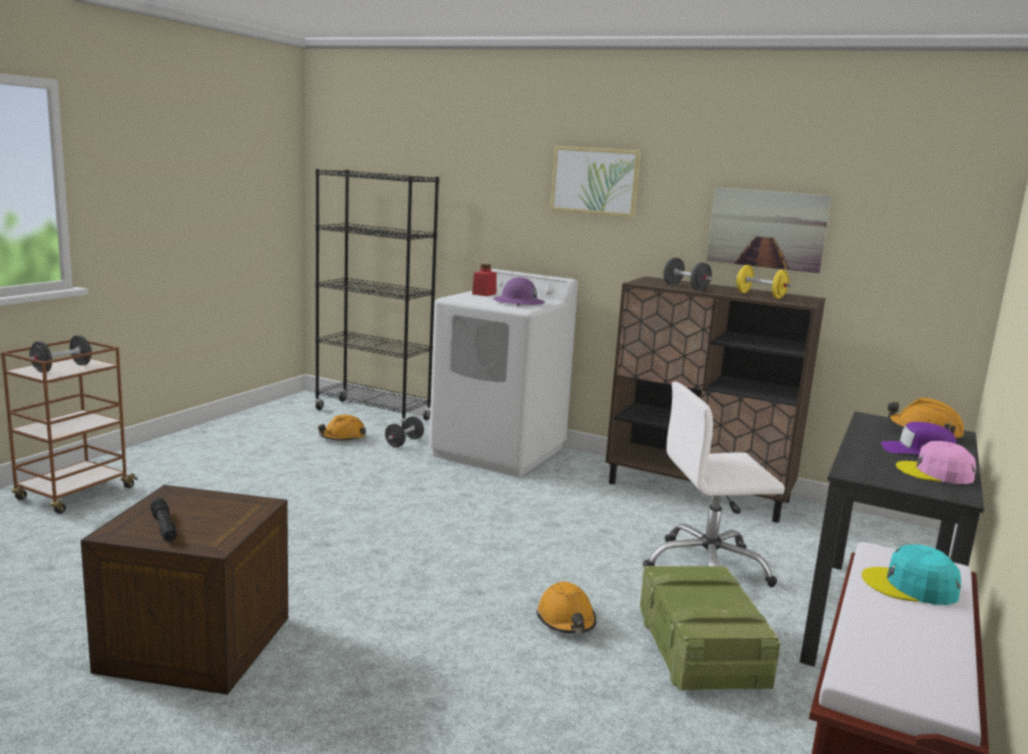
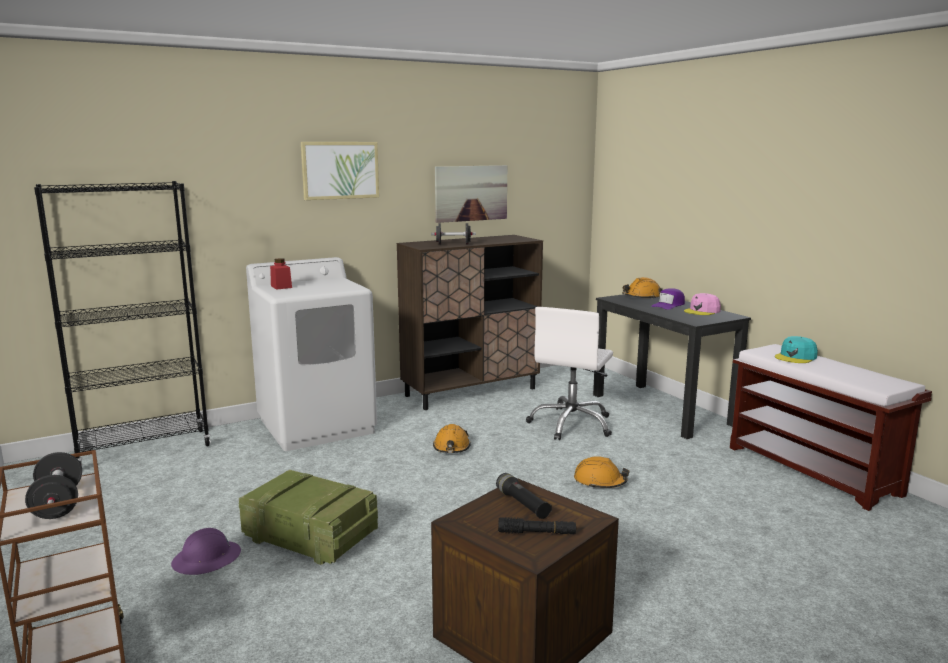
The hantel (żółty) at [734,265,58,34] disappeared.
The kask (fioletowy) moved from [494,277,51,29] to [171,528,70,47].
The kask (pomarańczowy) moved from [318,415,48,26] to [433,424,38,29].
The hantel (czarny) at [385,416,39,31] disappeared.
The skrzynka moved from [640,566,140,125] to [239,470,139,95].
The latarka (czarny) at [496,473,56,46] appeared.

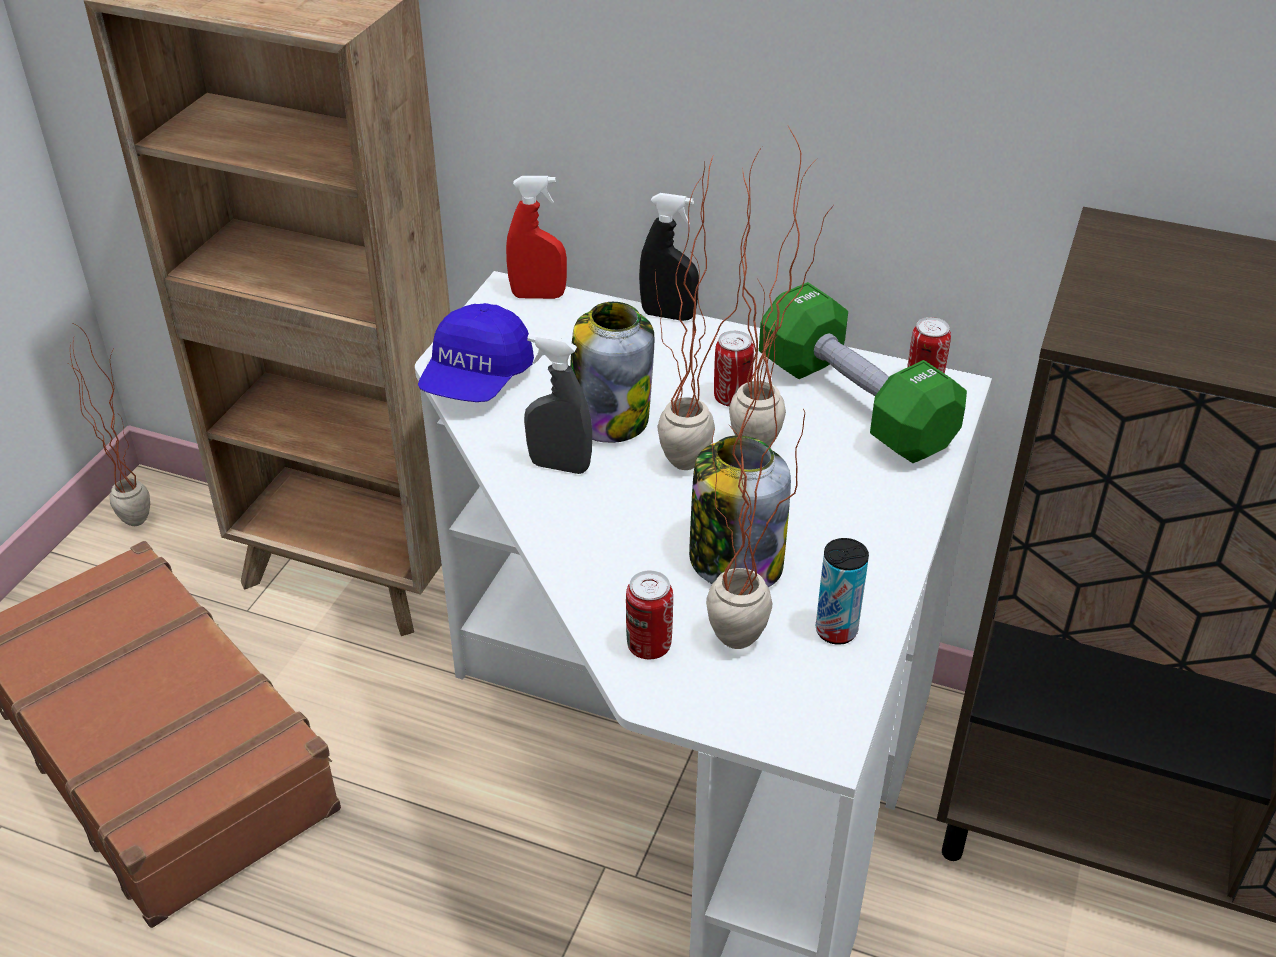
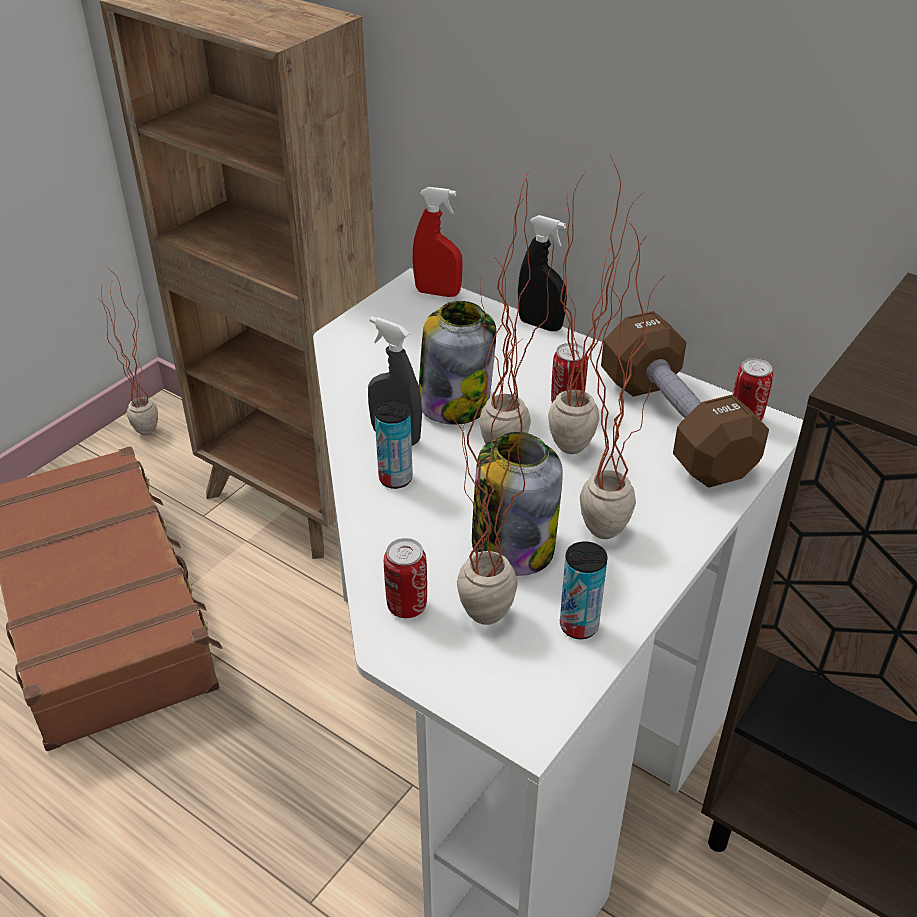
The hantel (zielony) at [759,282,208,181] became the hantel (brązowy) at [601,311,168,177].
The czapka z daszkiem (niebieski) at [418,303,116,99] disappeared.
The roślina doniczkowa at [580,225,79,314] appeared.
The puszka at [374,400,39,89] appeared.

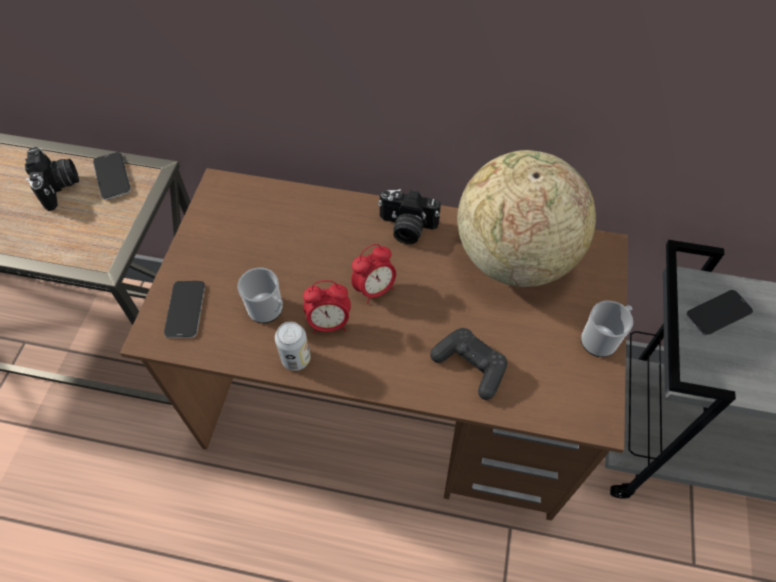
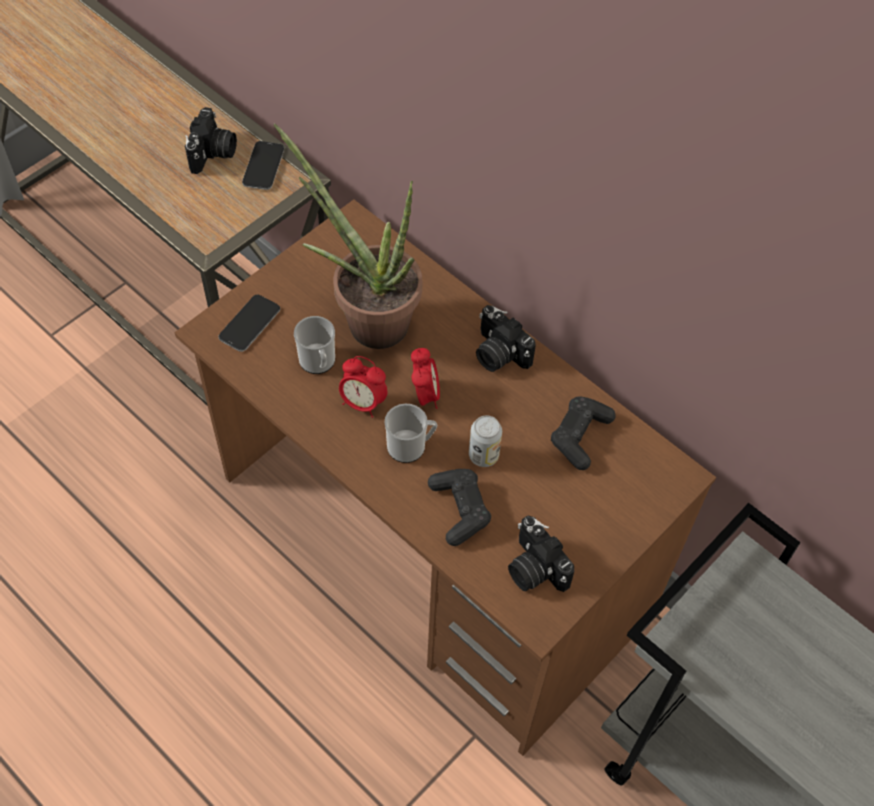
The globus at [457,150,139,137] was replaced by the pad do gier (czarny) at [551,396,65,74].
The budzik at [351,244,45,60] turned 90 degrees counterclockwise.
The telefon at [686,290,67,46] disappeared.
The kubek moved from [581,301,52,56] to [385,404,52,59].
The puszka moved from [275,322,36,49] to [469,415,33,52].
The roślina doniczkowa at [274,124,148,225] appeared.
The aparat fotograficzny at [508,515,66,77] appeared.

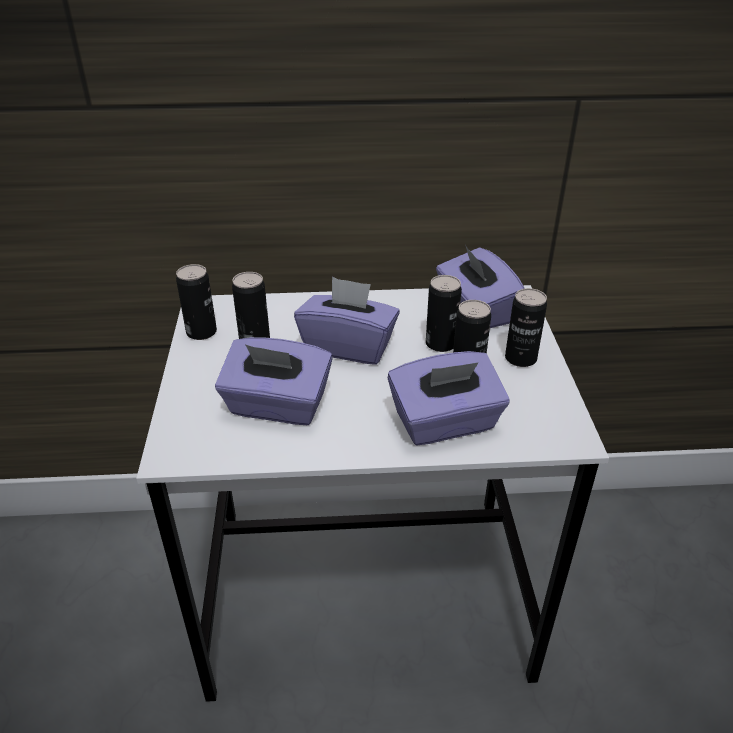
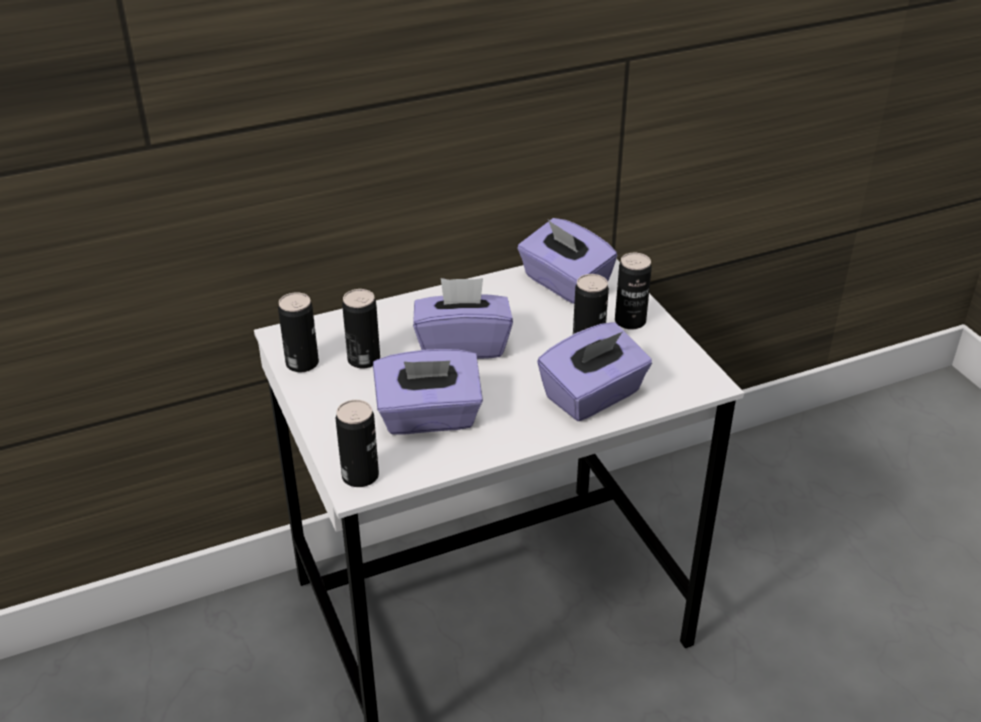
The puszka moved from [426,275,36,77] to [336,400,43,87].

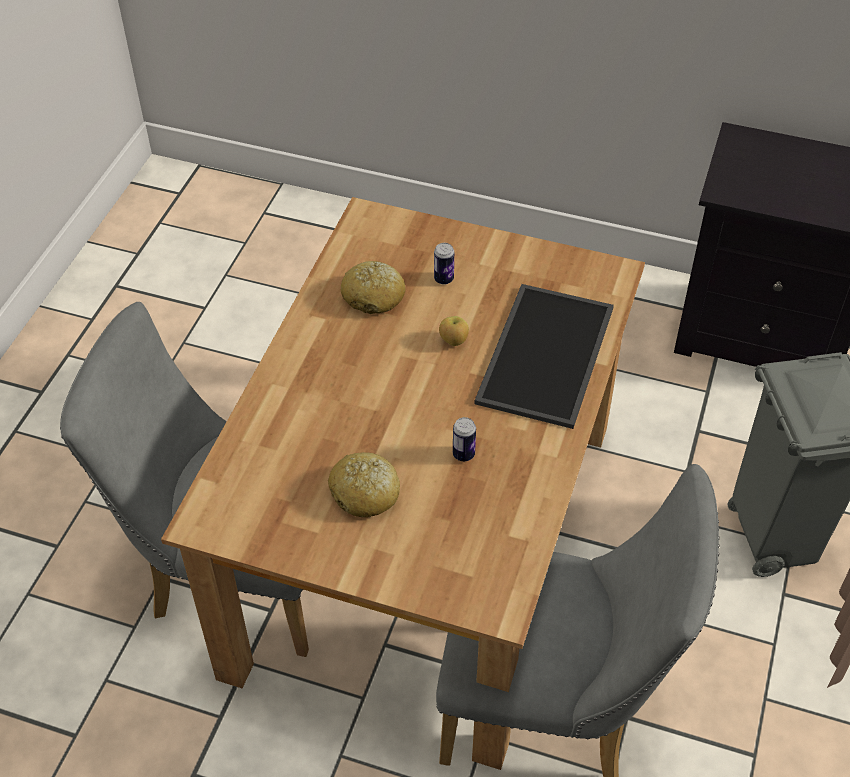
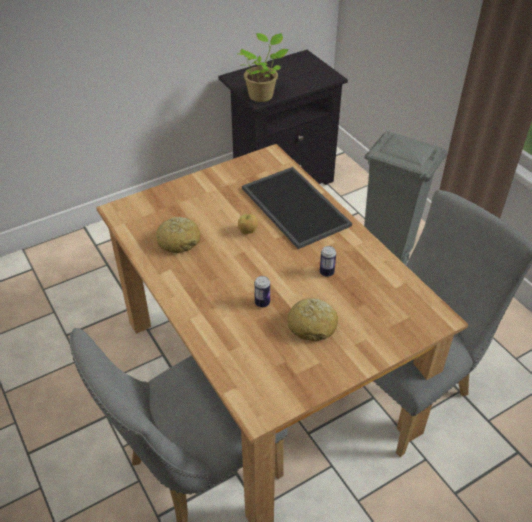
The puszka moved from [434,243,20,42] to [254,276,16,32].
The roślina doniczkowa at [237,33,52,69] appeared.

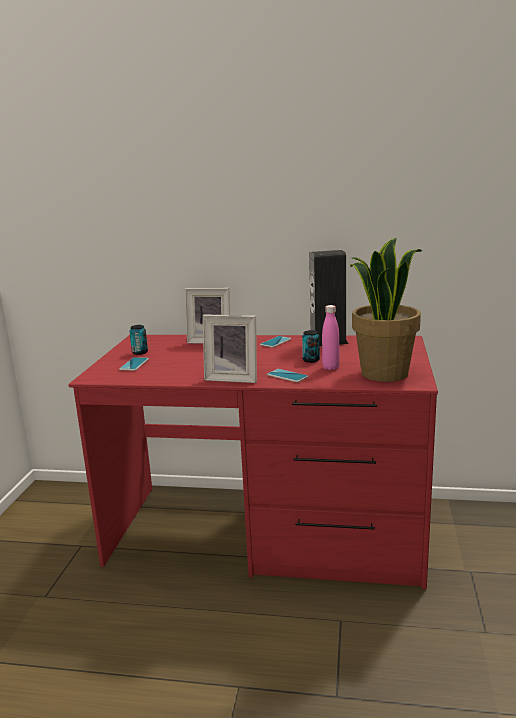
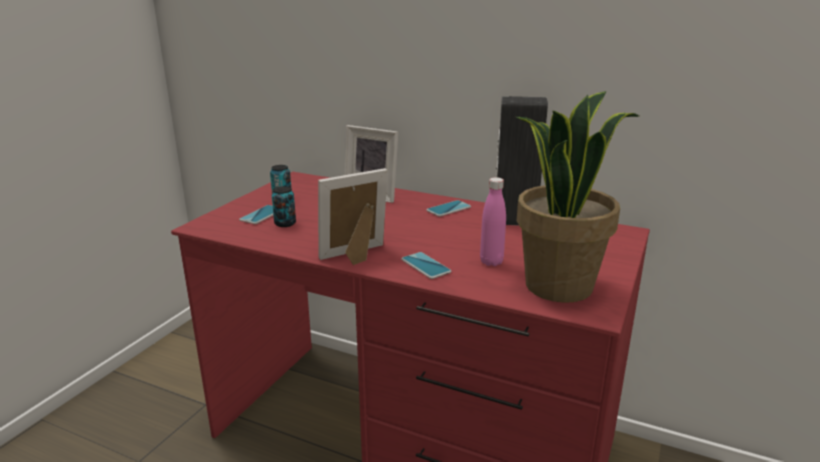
The ramka na zdjęcie at [203,314,54,69] turned 120 degrees clockwise.
The puszka moved from [302,330,18,33] to [272,186,24,41].

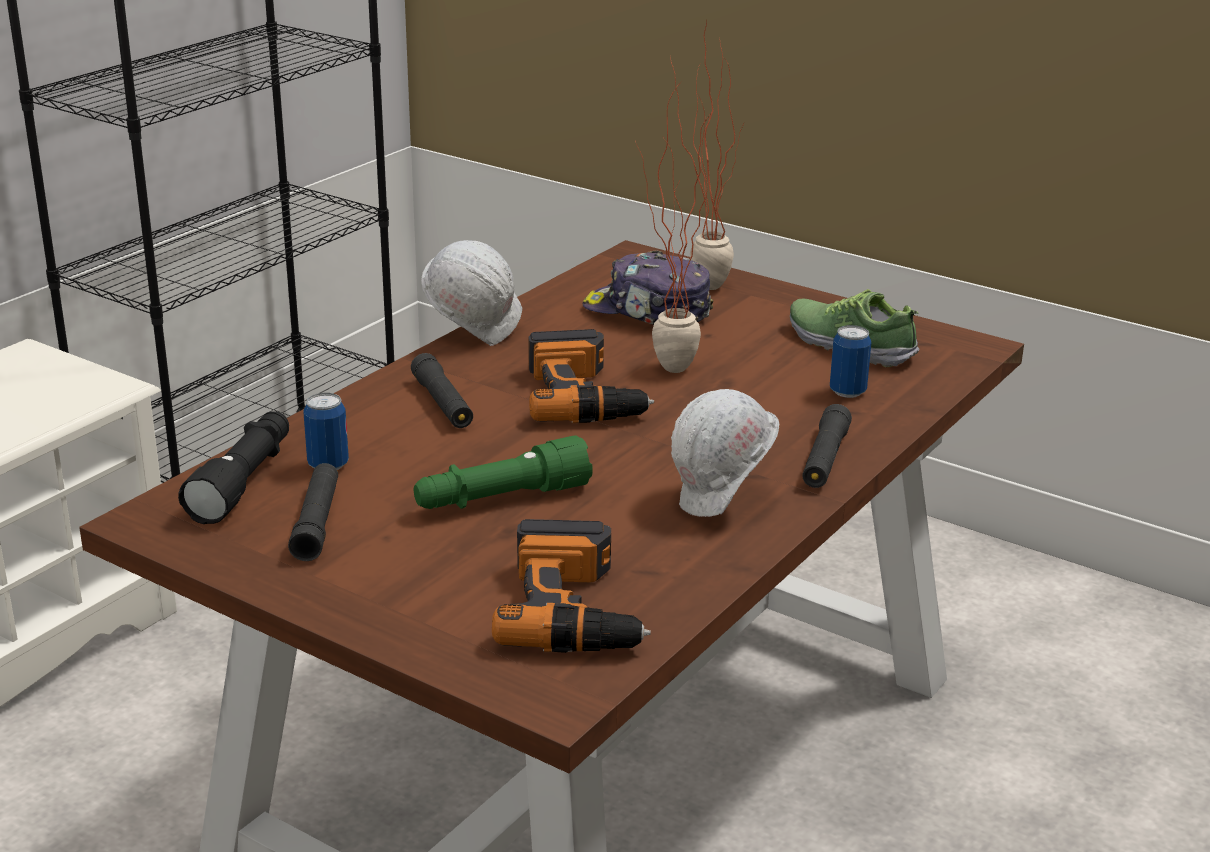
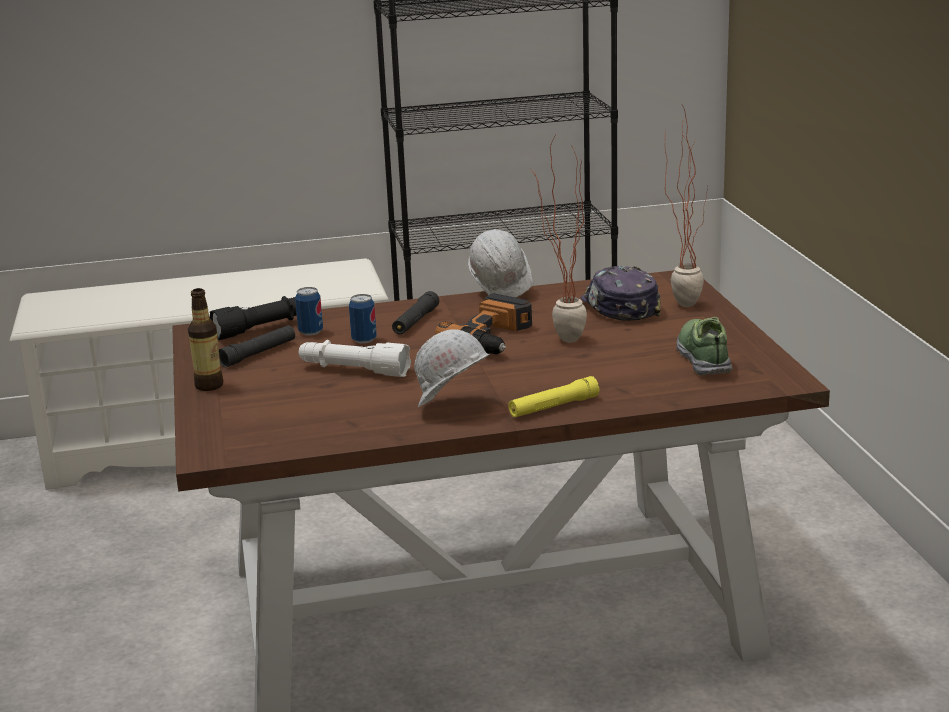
The puszka moved from [830,325,41,73] to [349,294,28,50].
The latarka (czarny) at [802,404,50,84] became the latarka (żółty) at [508,376,91,41].
The latarka (zielony) at [414,435,179,74] became the latarka (biały) at [299,340,112,37].
The wiertarka at [492,519,159,134] disappeared.
The butelka at [188,288,35,103] appeared.

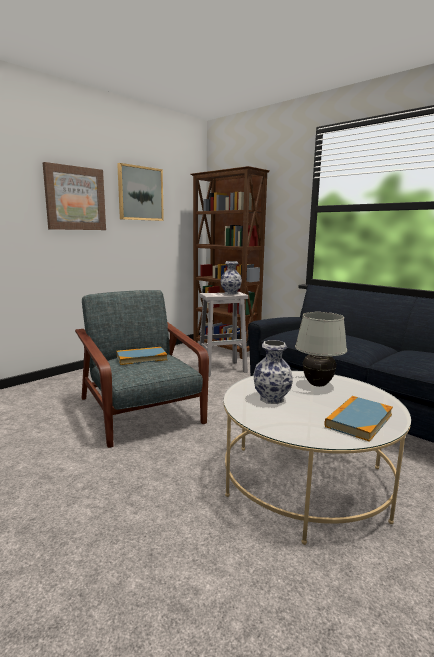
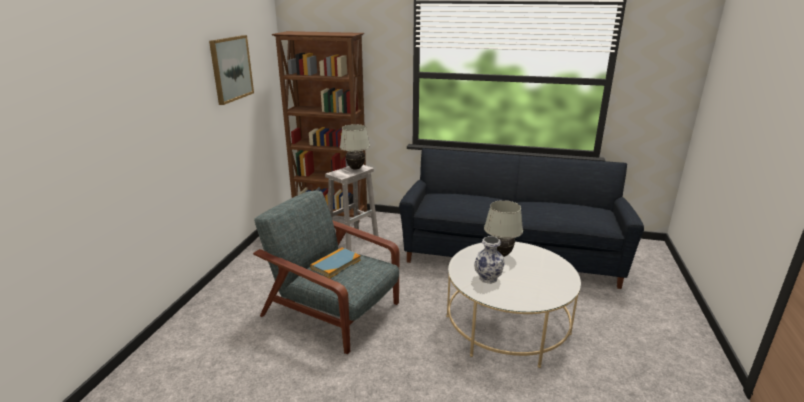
The obraz at [43,162,63,68] disappeared.
The wazon at [221,261,21,34] was replaced by the lampa stołowa (biały) at [340,124,30,46].
The książka at [324,396,69,46] disappeared.

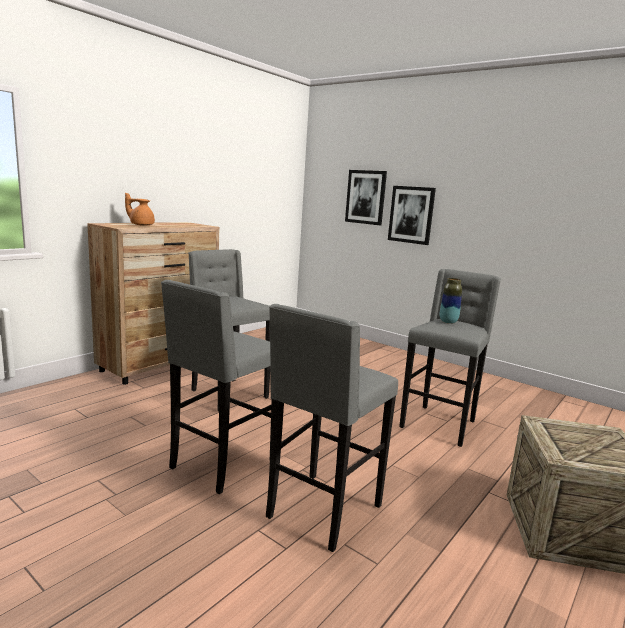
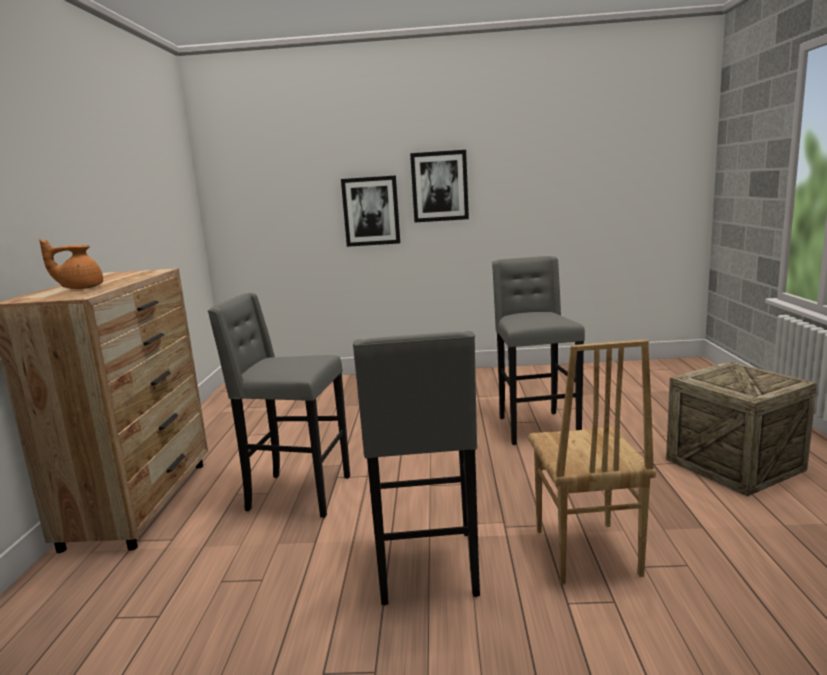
The obraz moved from [345,170,42,55] to [410,150,59,72].
The wazon at [440,278,22,46] disappeared.
The stołek (szary) at [266,304,132,248] was replaced by the krzesło (brązowy) at [528,339,128,245].

